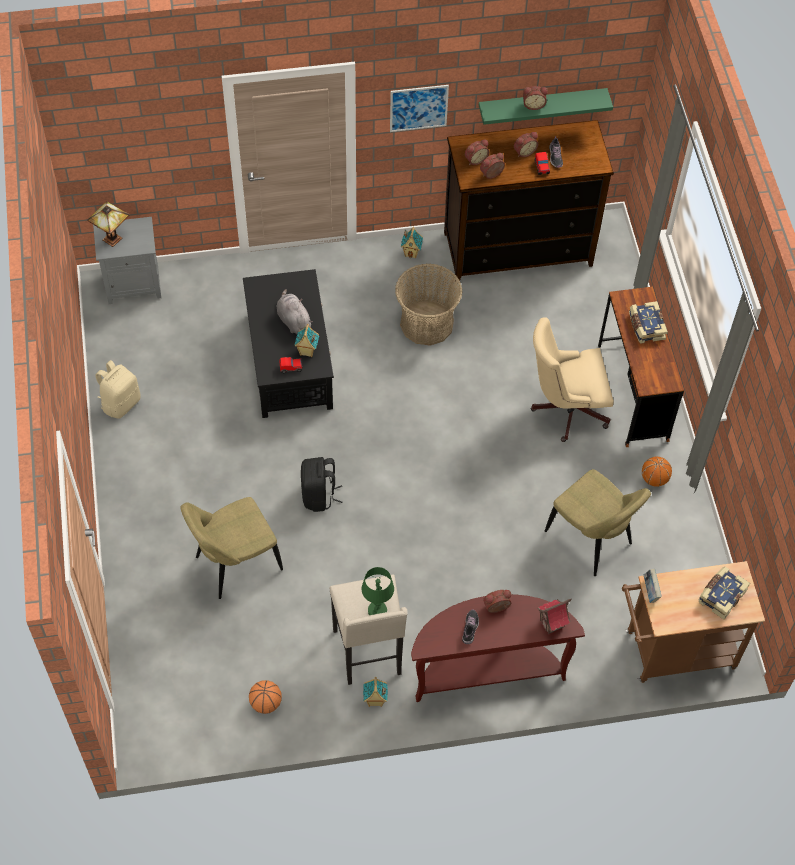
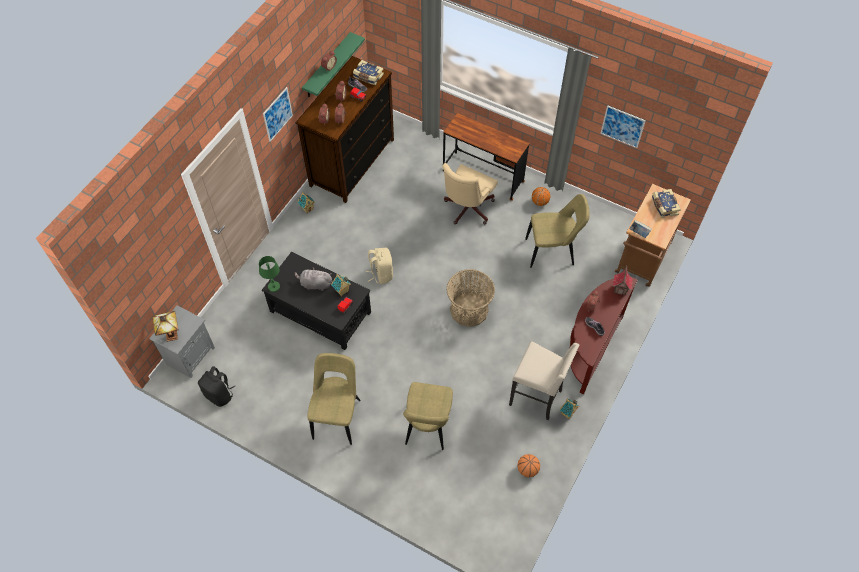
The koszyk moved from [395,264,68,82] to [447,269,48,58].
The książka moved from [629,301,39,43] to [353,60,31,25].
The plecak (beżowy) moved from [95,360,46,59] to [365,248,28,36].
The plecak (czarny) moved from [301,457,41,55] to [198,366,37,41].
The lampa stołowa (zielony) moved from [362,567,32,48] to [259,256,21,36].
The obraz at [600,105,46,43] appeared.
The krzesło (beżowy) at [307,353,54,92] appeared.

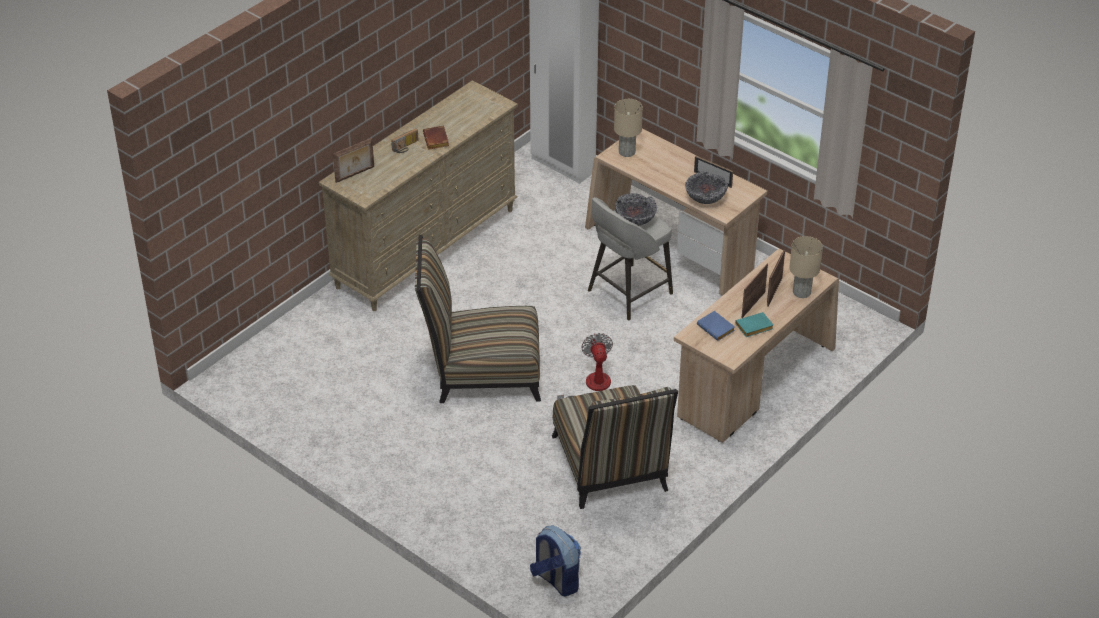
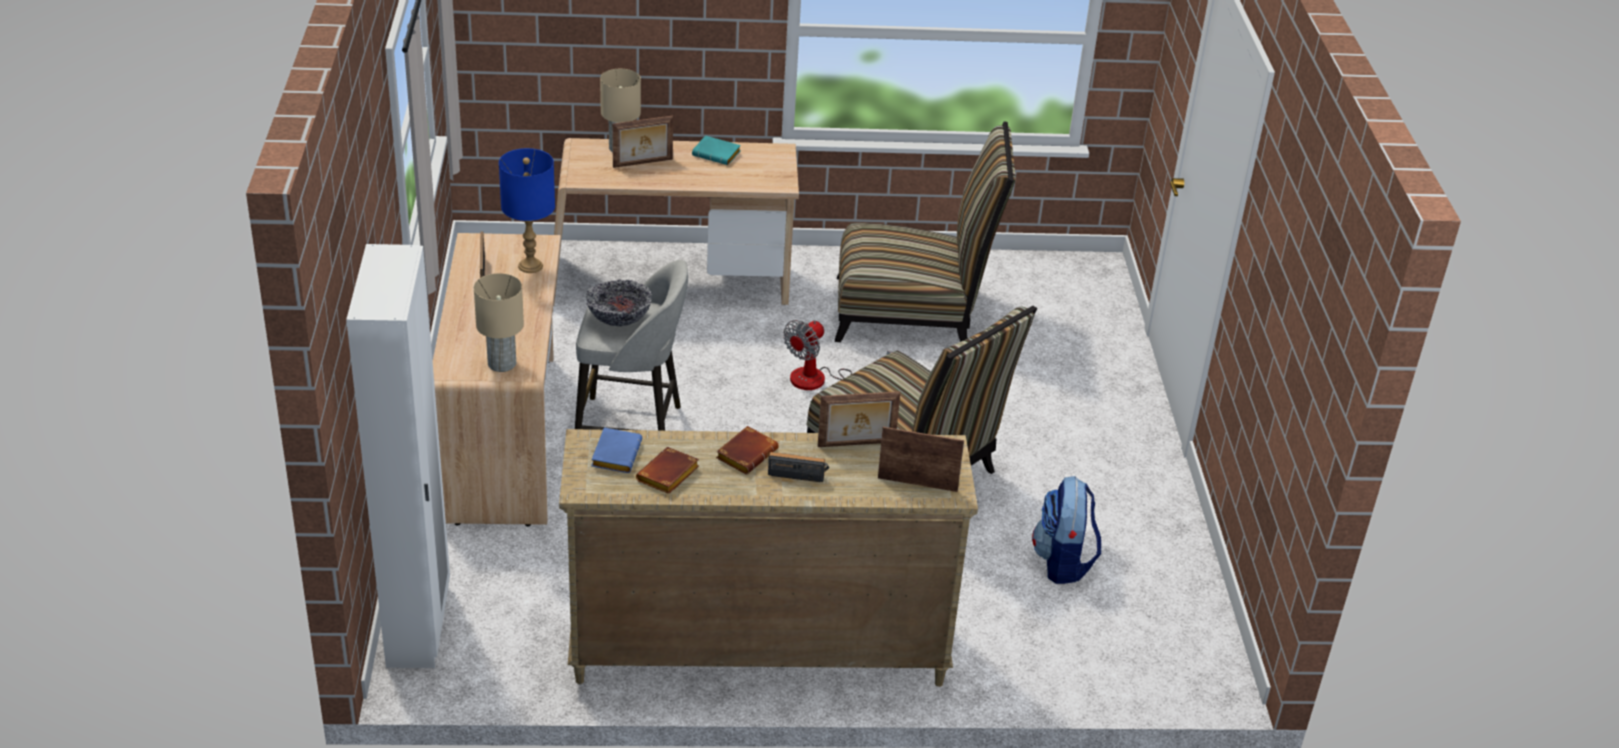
The miska at [685,171,43,33] was replaced by the lampa stołowa (niebieski) at [499,148,56,125].
The ramka na zdjęcie moved from [742,263,26,55] to [818,391,83,56].
The książka (niebieski) moved from [697,311,38,30] to [591,427,51,46].
The krzesło at [552,385,126,124] turned 60 degrees clockwise.
The plecak moved from [530,525,51,72] to [1032,476,69,108].
The książka (brązowy) at [636,447,63,47] appeared.

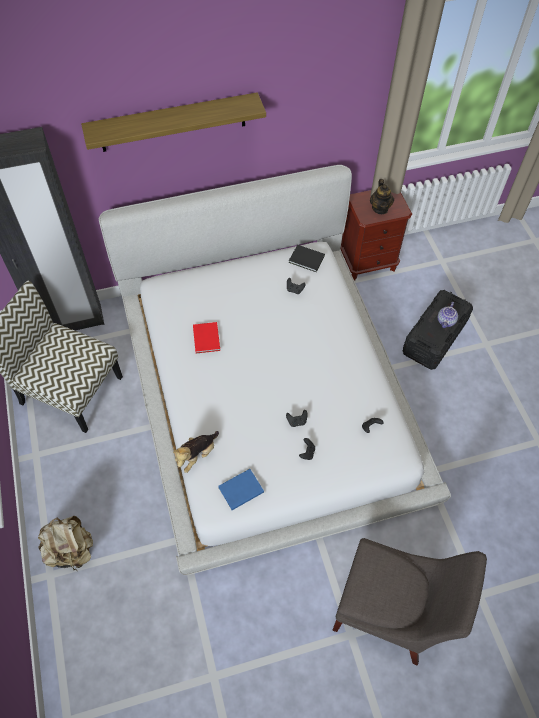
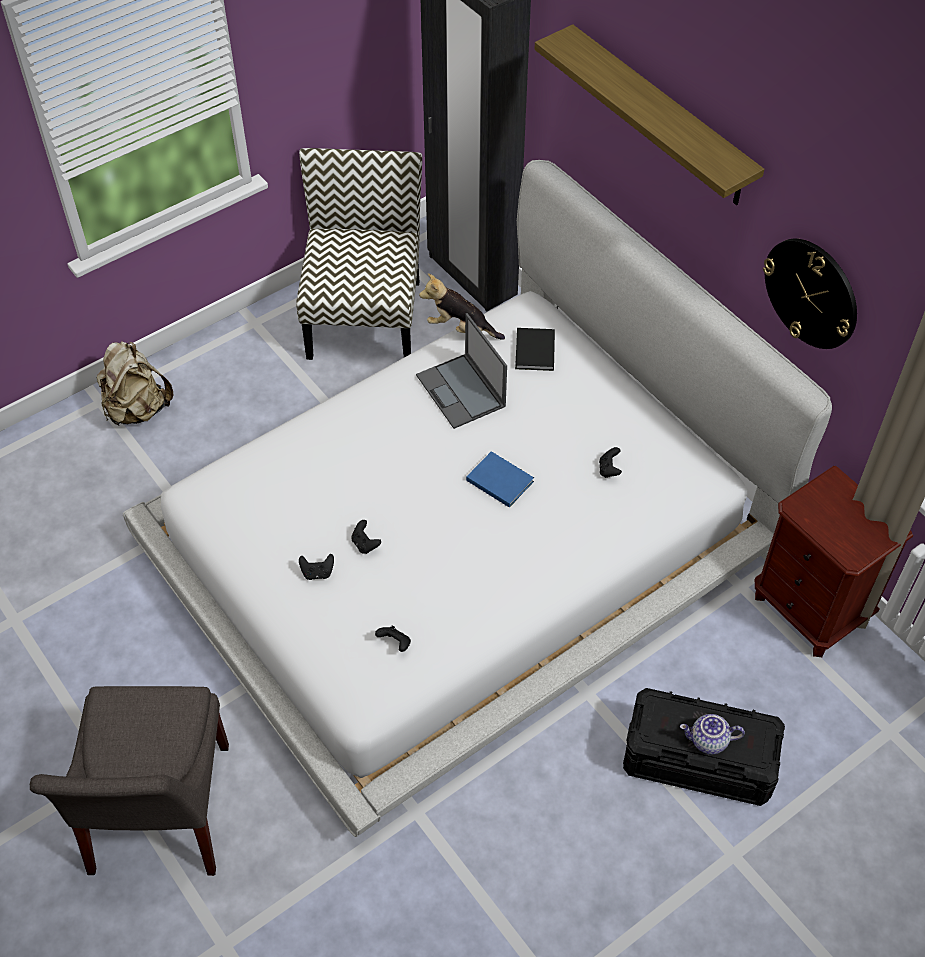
The imbryk at [370,179,24,35] disappeared.
The książka (czarny) moved from [289,245,36,27] to [515,328,40,43].
The książka (czerwony) at [193,322,27,32] was replaced by the laptop at [416,313,91,116].
The pluszak moved from [173,431,46,42] to [419,273,86,67].
The książka (niebieski) moved from [218,469,46,41] to [466,451,68,57].
The zegar ścienny at [763,239,94,110] appeared.

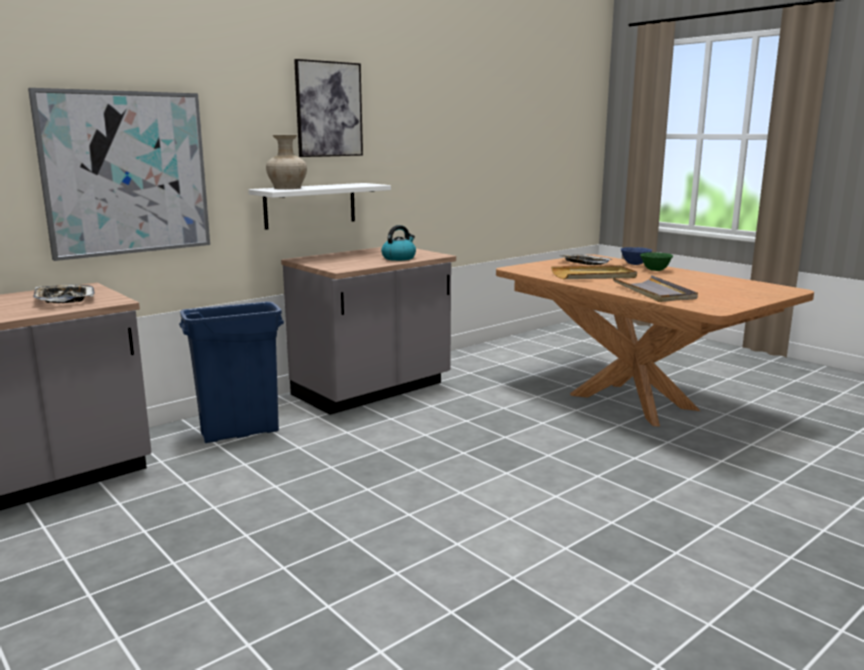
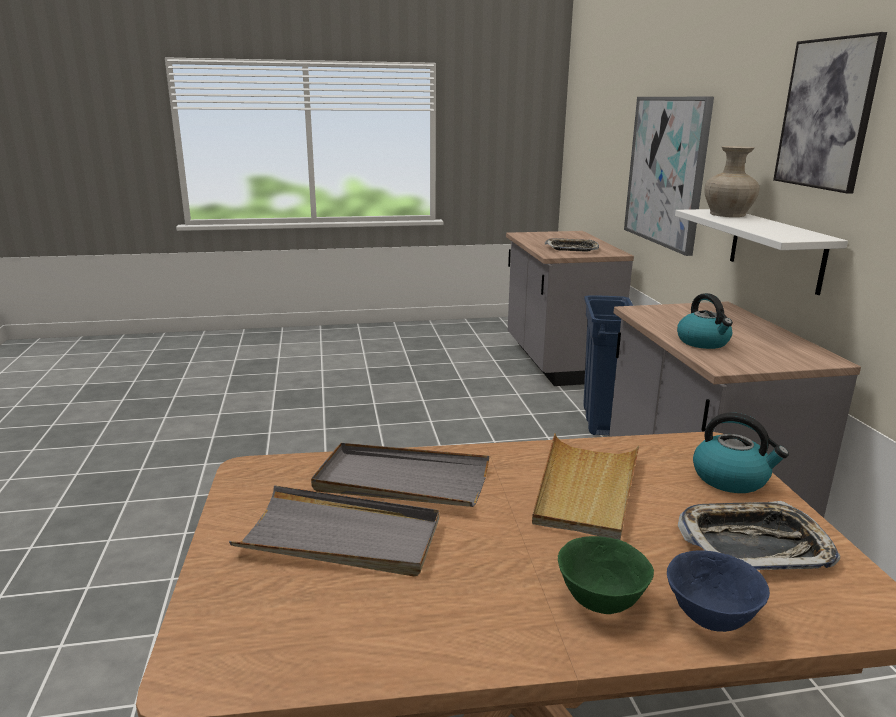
The czajnik at [693,413,96,80] appeared.
The taca (szary) at [229,485,210,92] appeared.

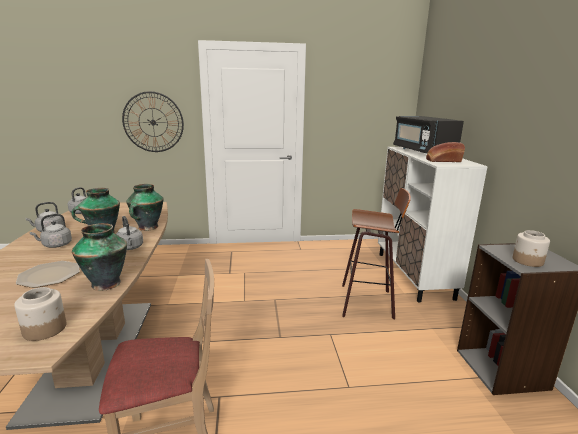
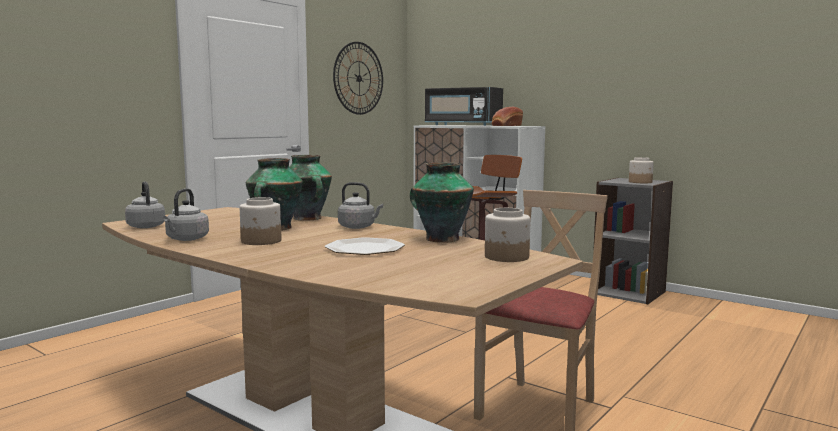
The zegar ścienny moved from [122,91,62,61] to [333,42,50,73].
The czajnik (szary) at [30,214,42,34] was replaced by the słoik at [240,197,41,48].

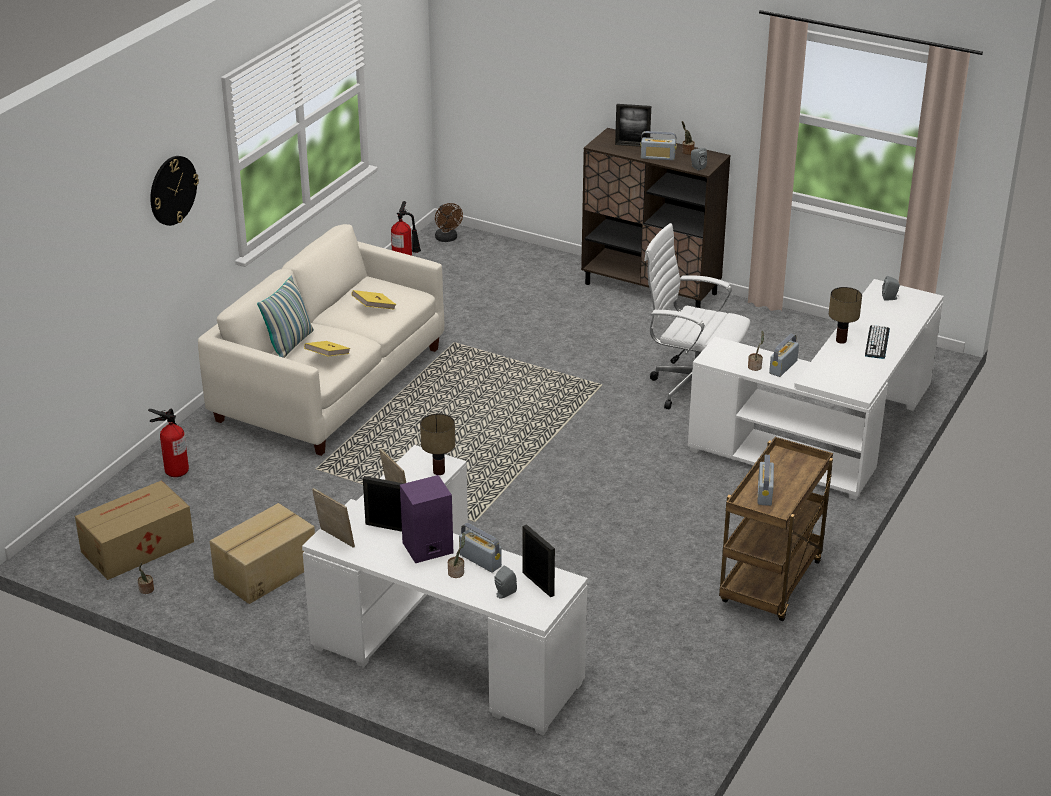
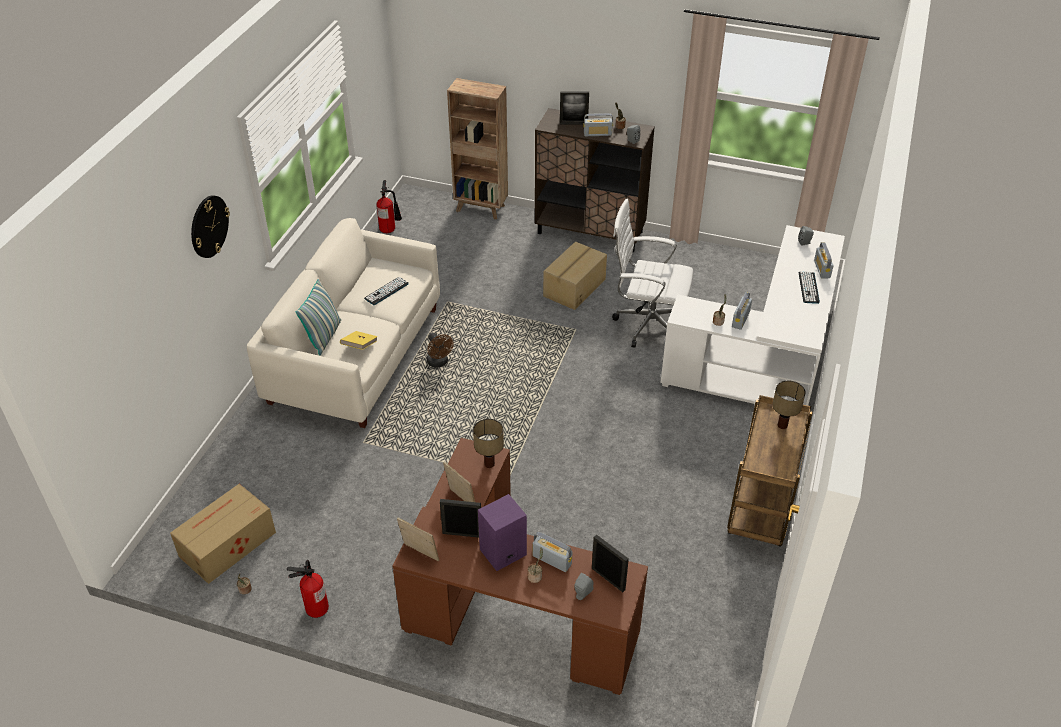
The wentylator (brązowy) moved from [435,203,28,39] to [427,333,27,35].
The lampa stołowa moved from [829,287,33,57] to [772,380,34,49].
The książka (żółty) at [352,290,44,20] was replaced by the klawiatura at [364,277,45,28].
The gaśnica moved from [148,409,41,68] to [287,560,42,58].
The biurko (biały) at [302,445,286,290] became the biurko (brązowy) at [392,438,256,257].
The radio moved from [758,455,16,51] to [814,242,20,37].
The karton moved from [210,503,105,101] to [543,242,64,68].
The regał (brązowy) at [447,78,61,142] appeared.

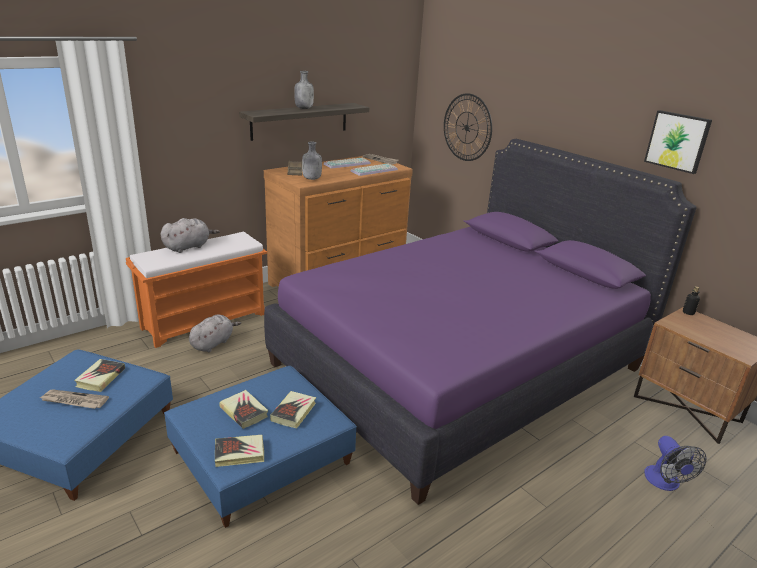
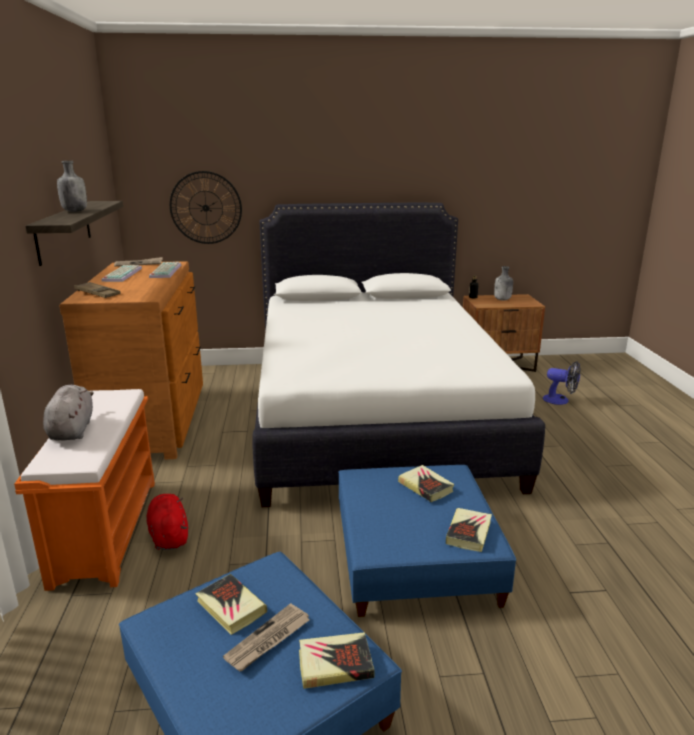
The obraz at [644,110,68,64] disappeared.
The łóżko (fioletowy) at [264,139,433,366] became the łóżko (biały) at [253,203,292,304].
The butelka (szary) moved from [302,142,20,38] to [494,266,19,35].
The pluszak (szary) at [189,314,52,38] became the pluszak (czerwony) at [146,494,42,56].
The książka moved from [219,390,49,39] to [299,632,76,57].

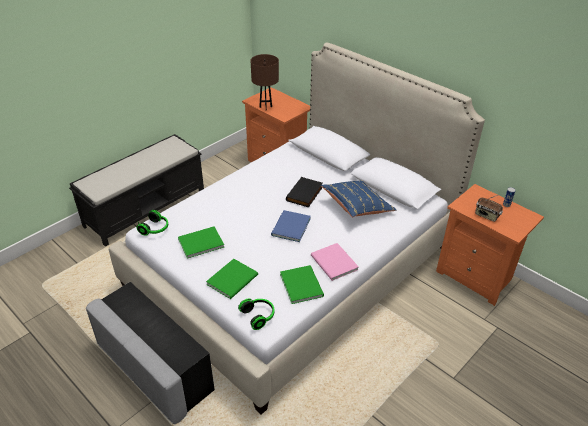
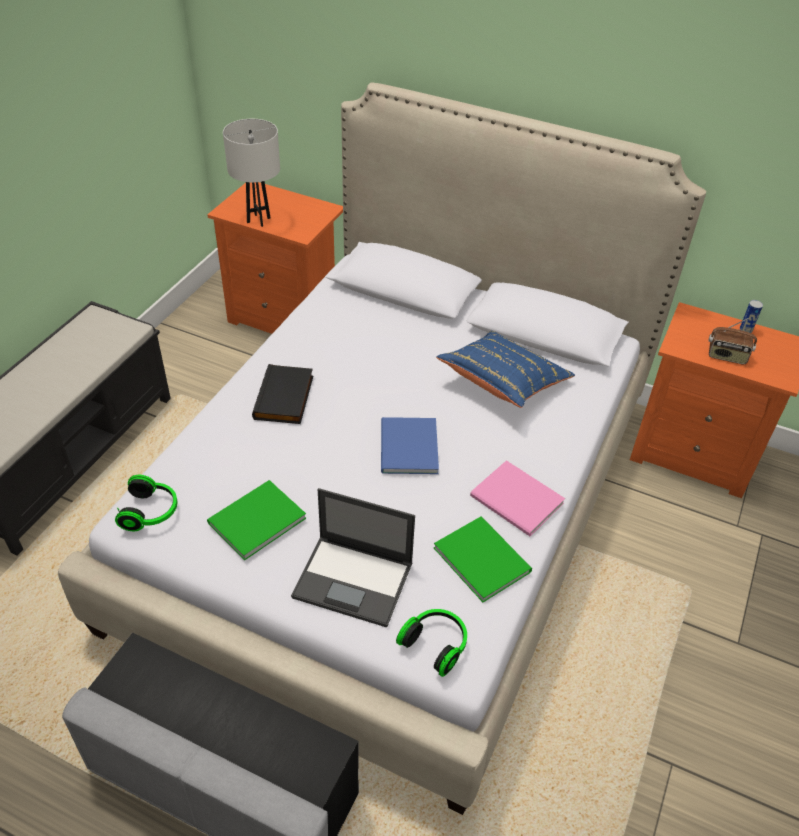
The lampa stołowa (brązowy) at [250,54,29,56] became the lampa stołowa (biały) at [223,119,57,108].
The książka (czarny) moved from [286,177,37,30] to [252,364,61,60].
The książka (zielony) at [206,259,52,40] was replaced by the laptop at [291,488,124,140].

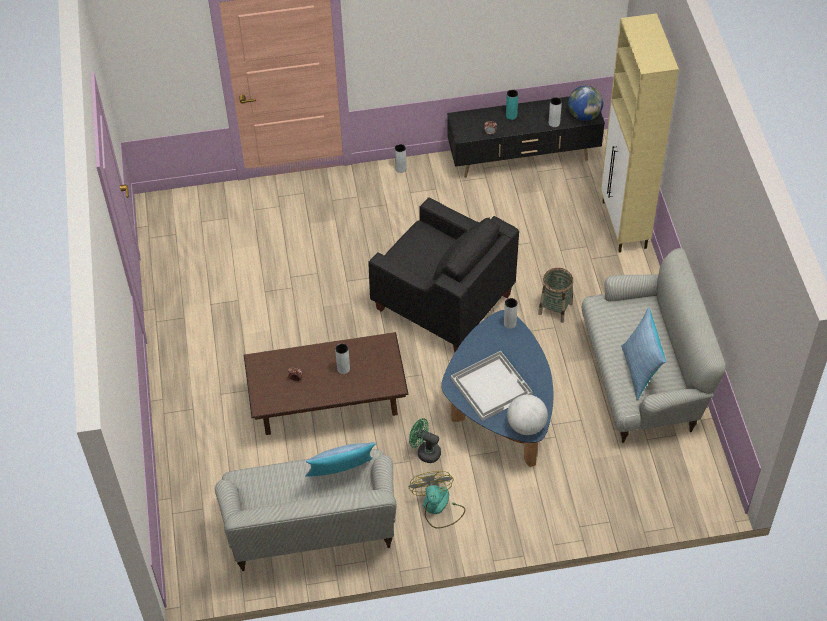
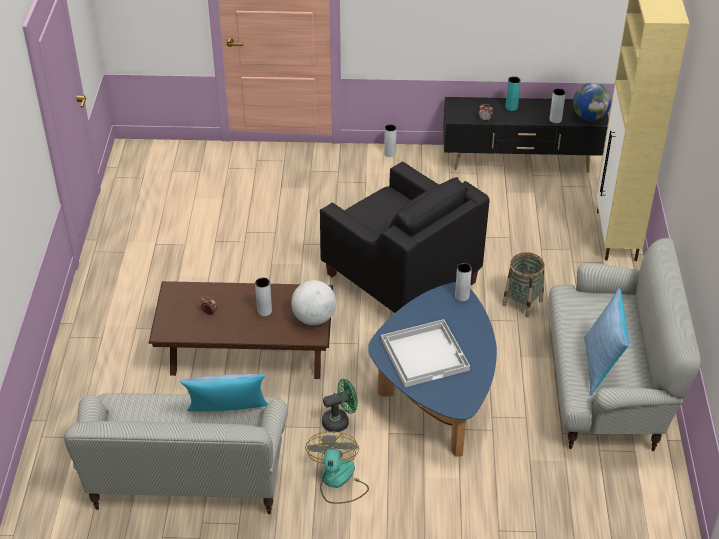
The globus moved from [507,395,41,40] to [291,280,45,45].
The wentylator (zielony) at [409,418,32,45] turned 120 degrees clockwise.

